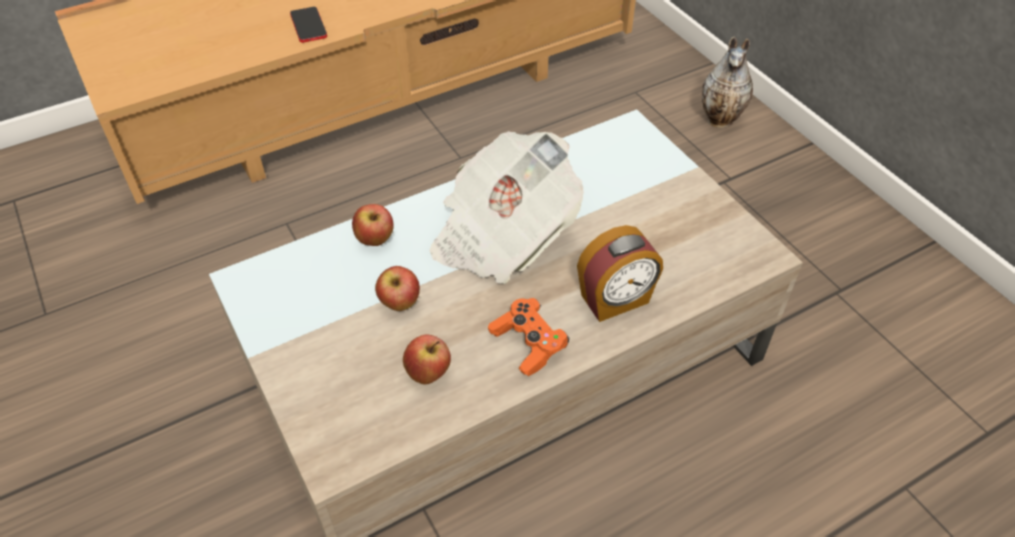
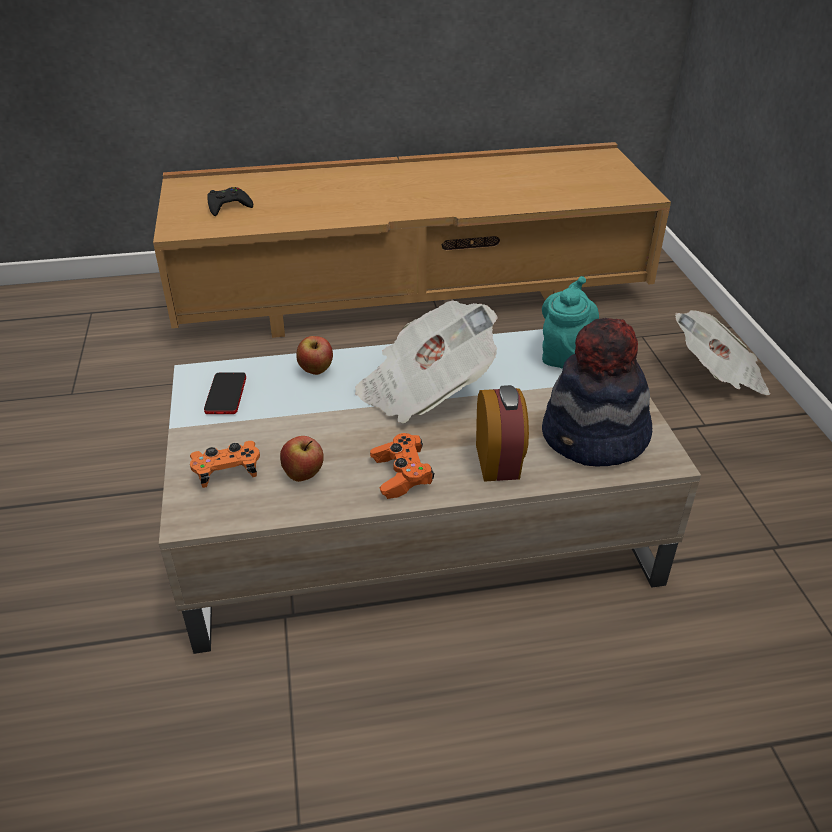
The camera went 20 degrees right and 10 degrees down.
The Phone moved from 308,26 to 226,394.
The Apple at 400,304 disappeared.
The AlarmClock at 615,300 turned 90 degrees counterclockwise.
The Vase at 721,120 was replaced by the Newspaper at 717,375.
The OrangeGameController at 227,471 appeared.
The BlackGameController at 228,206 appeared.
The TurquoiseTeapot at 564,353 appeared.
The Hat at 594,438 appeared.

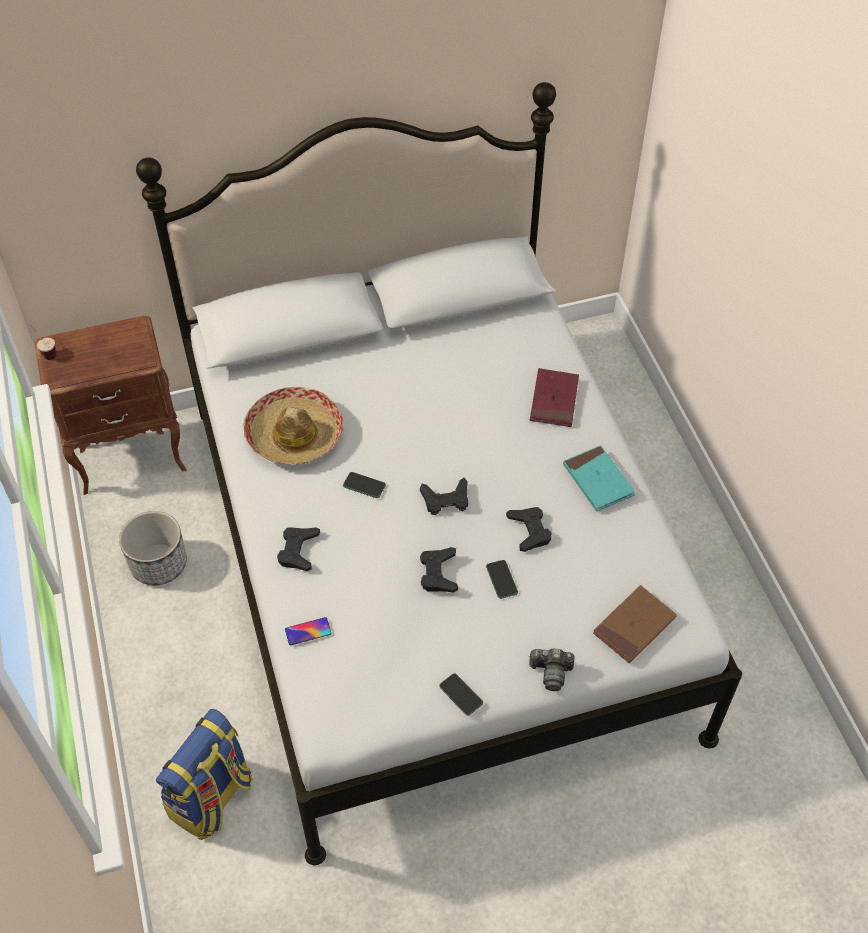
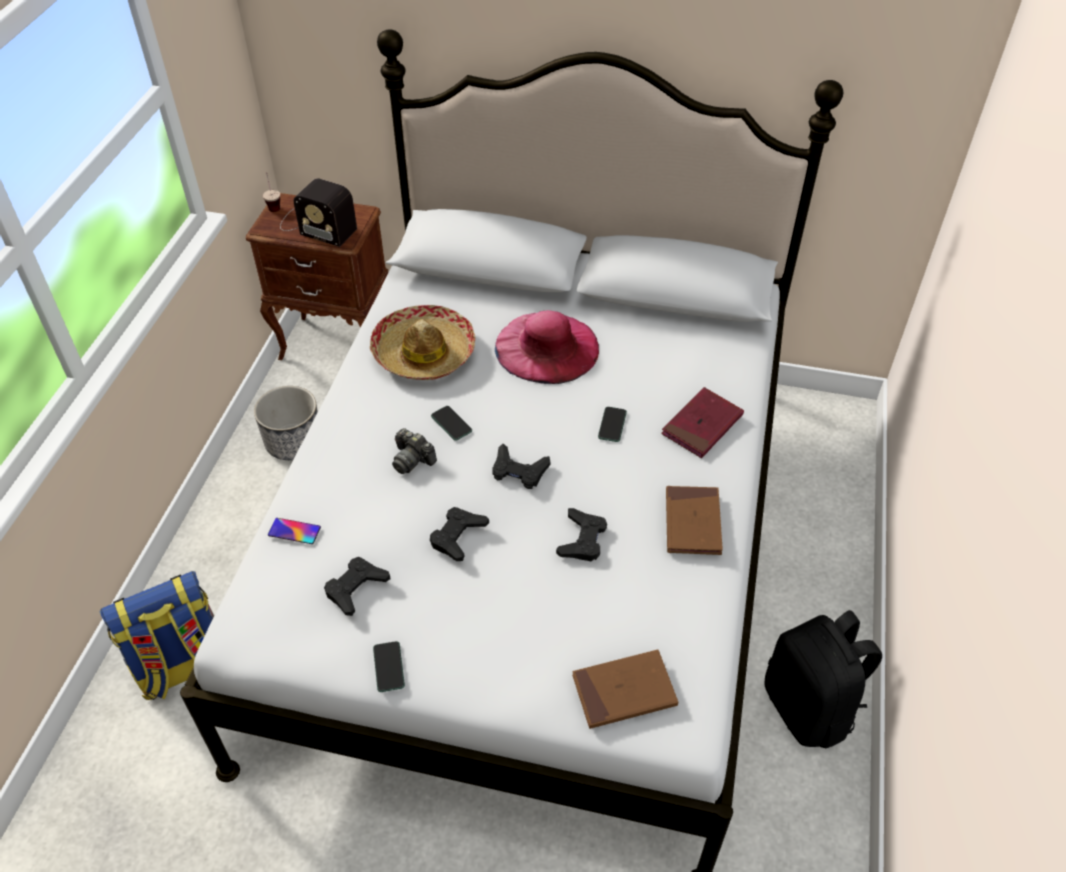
The camera went 30 degrees right and 5 degrees down.
The BlackGameController moved from 298,550 to 356,588.
The Phone moved from 501,579 to 612,425.
The PhotoCamera moved from 551,672 to 412,459.
The TurquoiseBook at 598,480 became the BrownBook at 692,523.
The Radio at 316,225 appeared.
The PinkHat at 547,347 appeared.
The BlackBackpack at 809,708 appeared.

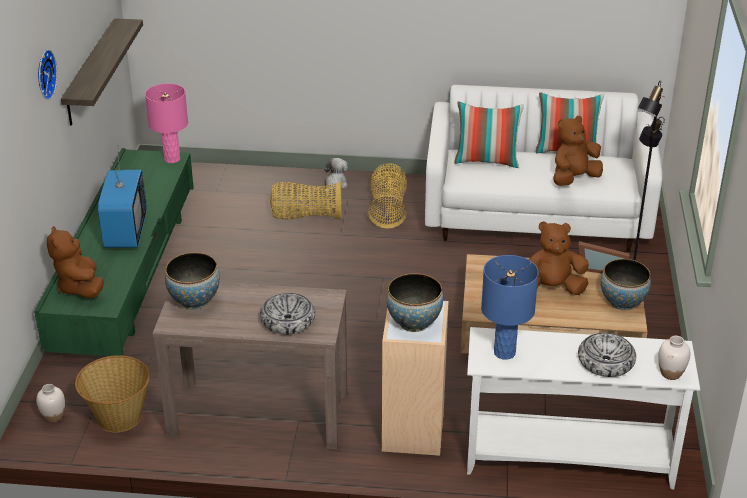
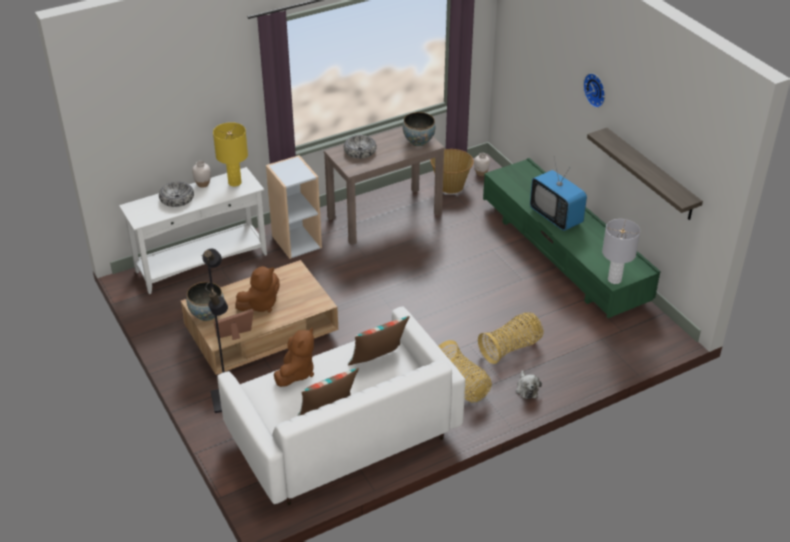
The camera went 145 degrees right and 5 degrees up.
The BrownPlushToy at 80,287 disappeared.
The PinkTableLamp at 172,159 became the GreyTableLamp at 614,280.
The Bowl at 414,323 disappeared.
The BlueTableLamp at 504,352 became the YellowTableLamp at 234,183.
The WhiteVase moved from 671,374 to 203,184.

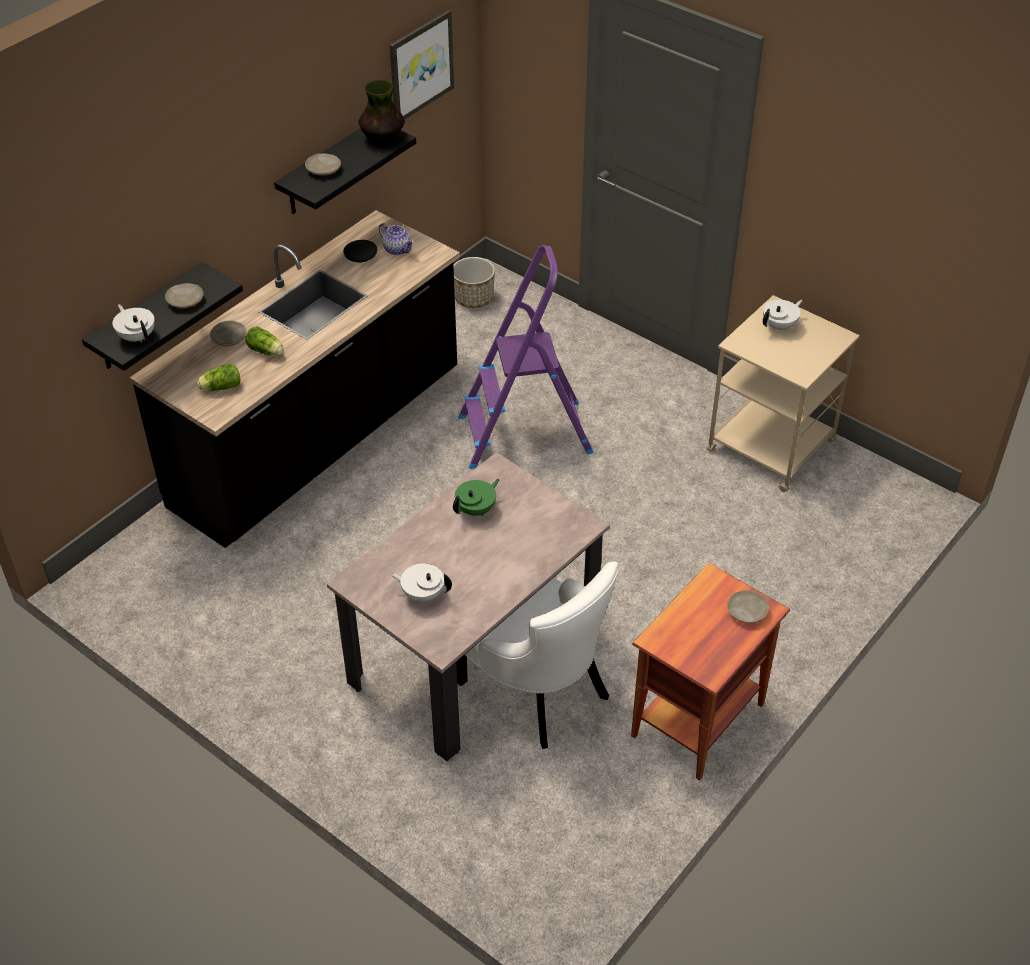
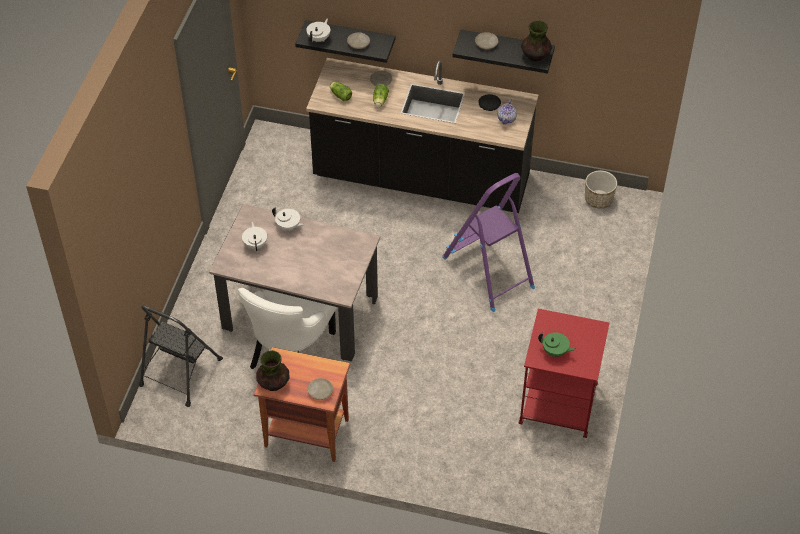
The camera went 65 degrees right and 5 degrees up.
The Picture at 420,66 disappeared.
The GreenTeapot moved from 476,509 to 555,352.
The BeigeCart at 772,447 became the RedCart at 558,405.
The WhiteTeapot moved from 780,326 to 288,227.
The BlackStepLadder at 179,373 appeared.
The Vase at 273,383 appeared.

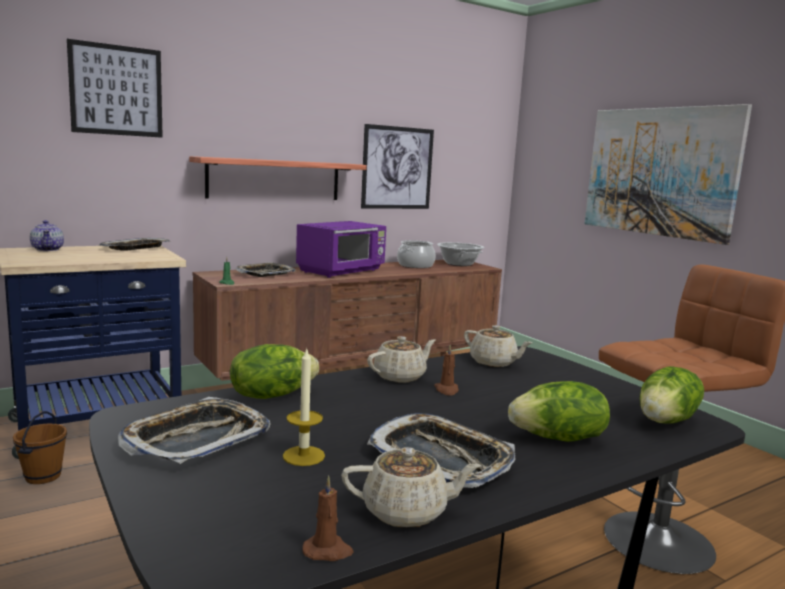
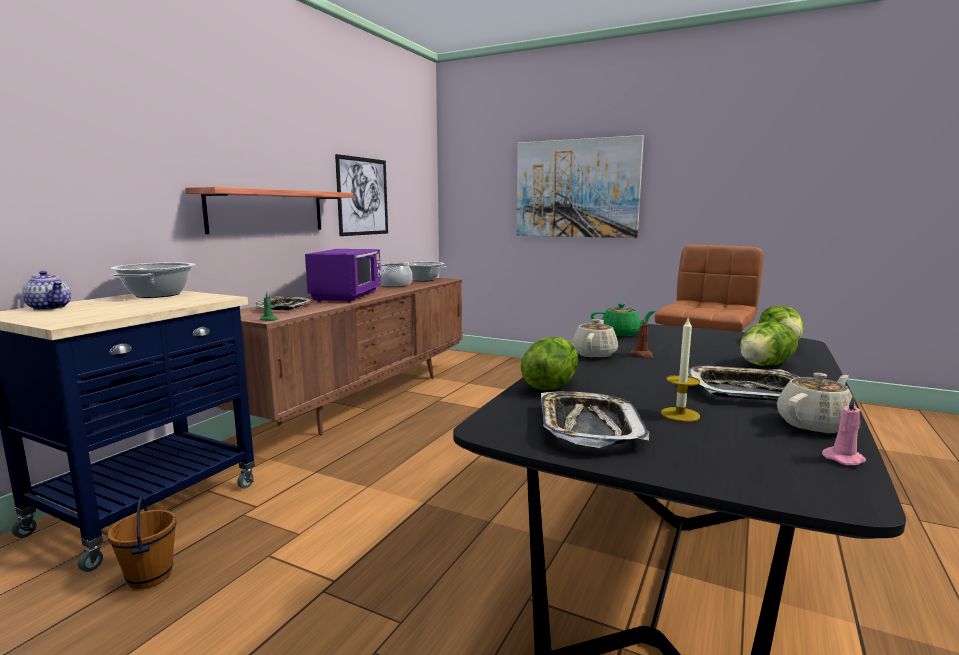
The camera went 30 degrees left and 0 degrees up.
The Picture at 116,90 disappeared.
The Tray at 136,248 was replaced by the CookingPot at 158,295.
The BrownCandle at 328,551 became the PinkCandle at 844,458.
The BeigeTeapot at 494,362 became the GreenTeapot at 621,334.

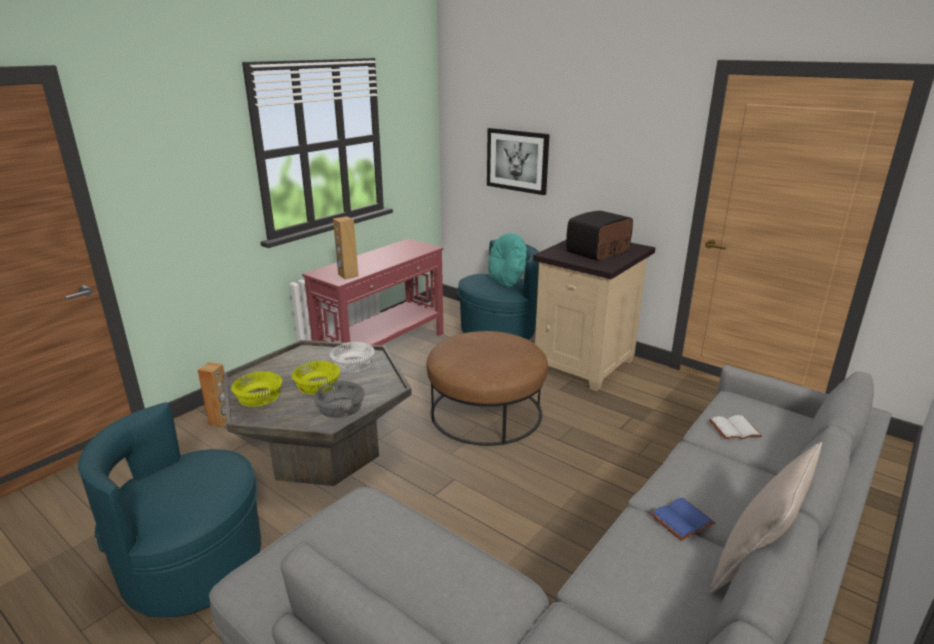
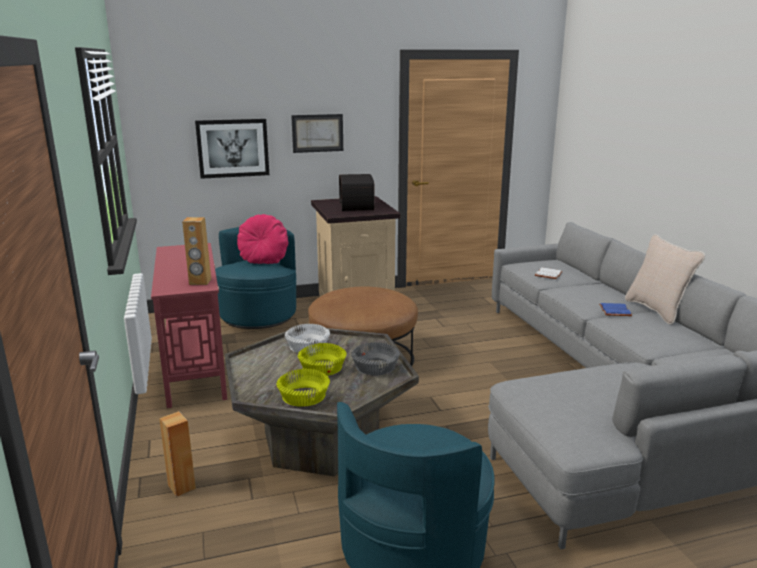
The camera went 55 degrees left and 5 degrees down.
The TurquoisePillow at 506,282 became the PinkPillow at 264,262.
The Picture at 317,133 appeared.

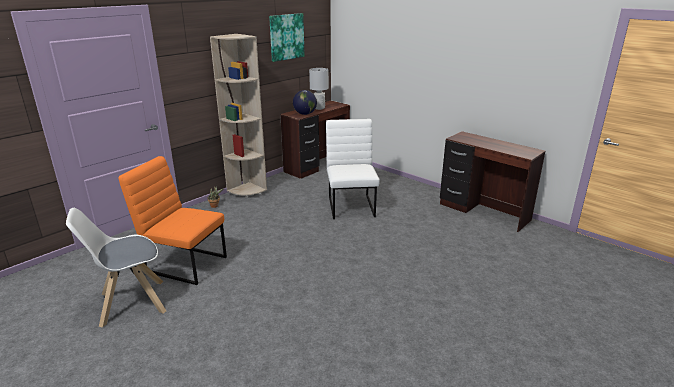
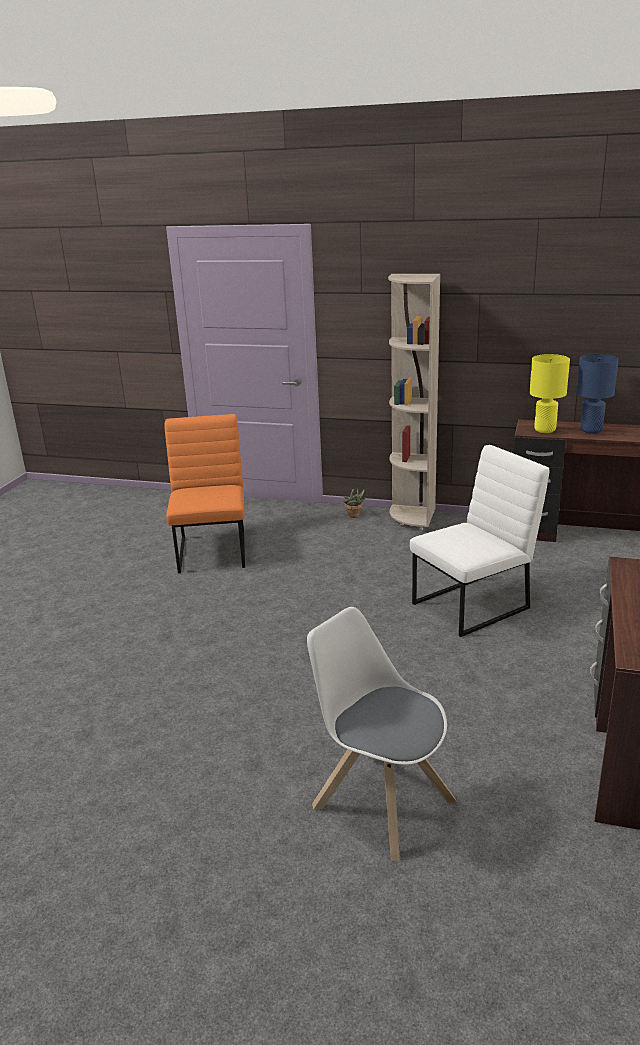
The camera went 65 degrees right and 0 degrees up.
The Chair moved from 130,303 to 380,801.
The Picture at 286,37 disappeared.
The Globe at 305,114 was replaced by the YellowTableLamp at 545,431.
The GreyTableLamp at 319,109 became the BlueTableLamp at 591,432.

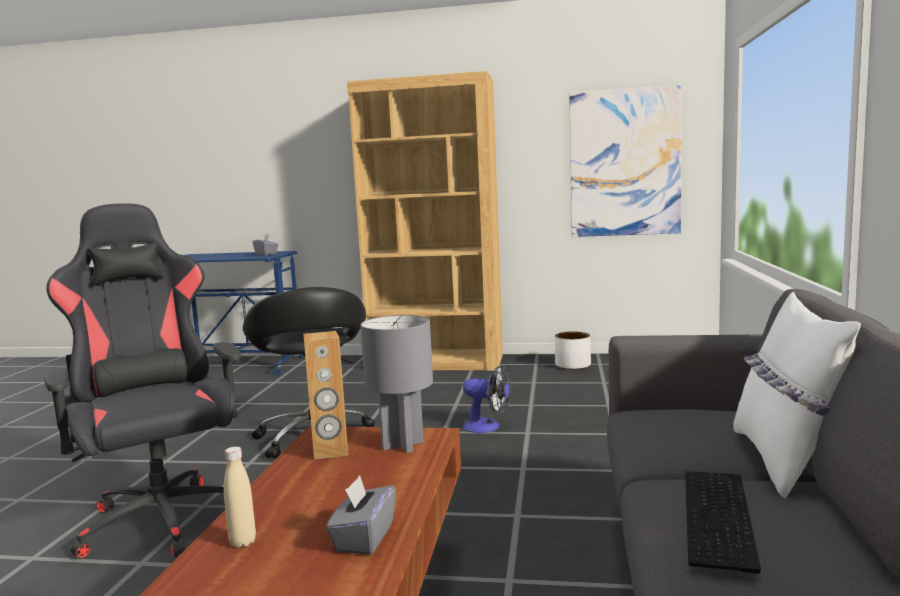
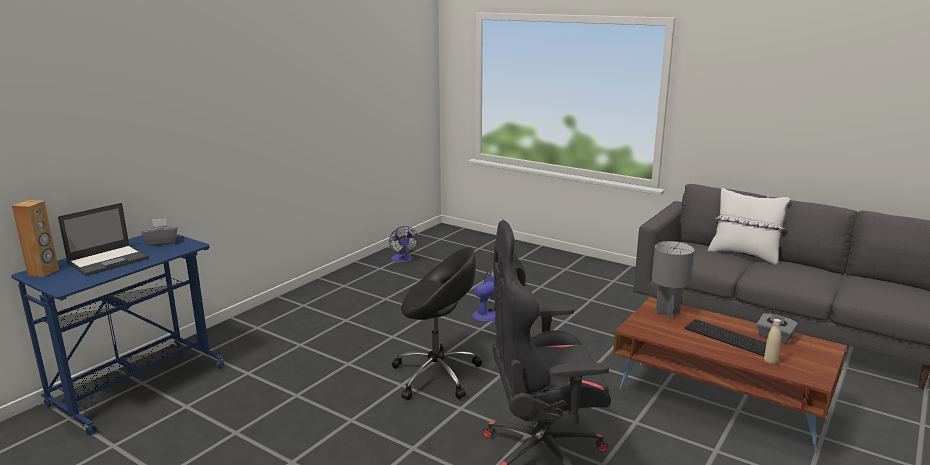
The camera went 65 degrees left and 10 degrees up.
The BrownSpeaker moved from 330,451 to 44,272.
The BrownBookcase at 437,363 disappeared.
The WhitePlanter at 573,365 was replaced by the Fan at 403,260.
The Picture at 625,163 disappeared.
The Keyboard moved from 721,518 to 729,337.
The Laptop at 109,260 appeared.

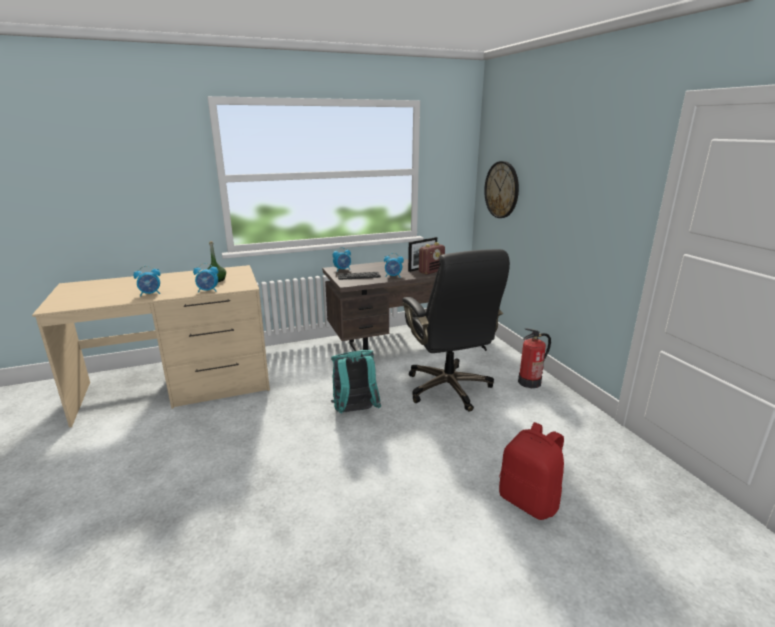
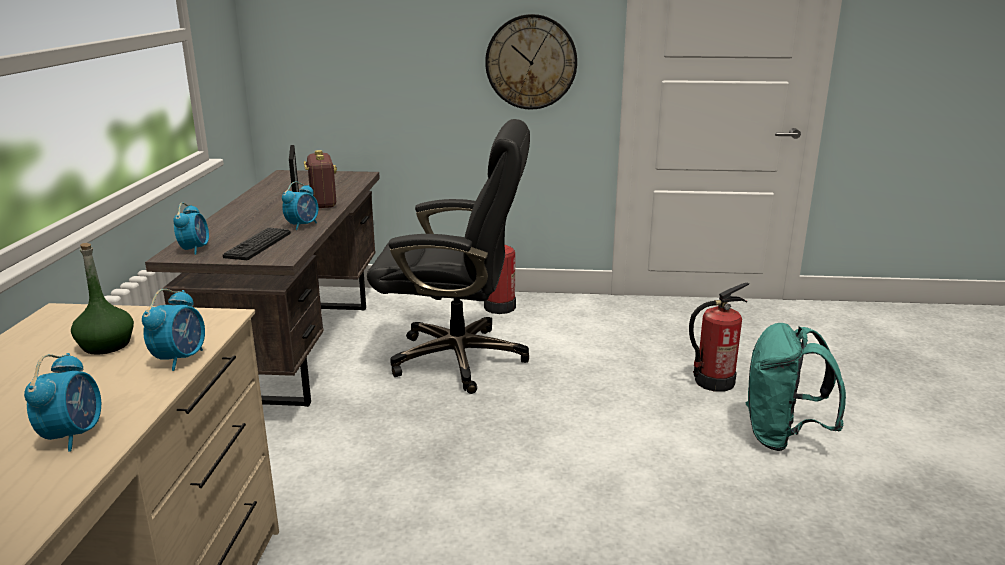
The camera went 65 degrees left and 0 degrees up.
The TurquoiseBackpack moved from 355,412 to 782,436.
The WallClock moved from 502,190 to 531,62.
The RedBackpack at 529,501 was replaced by the FireExtinguisher at 713,382.

